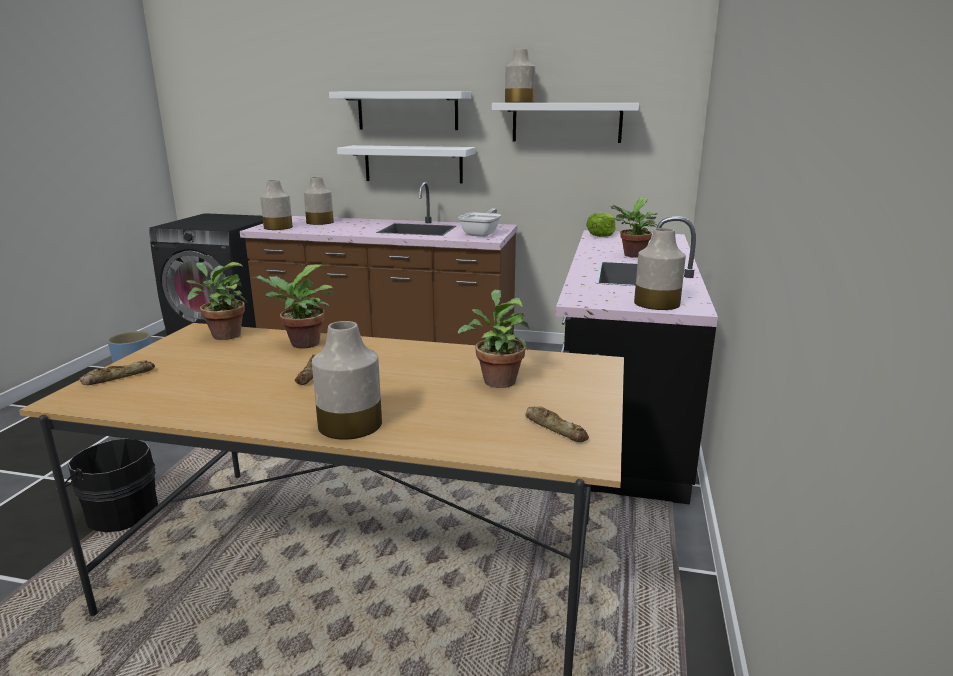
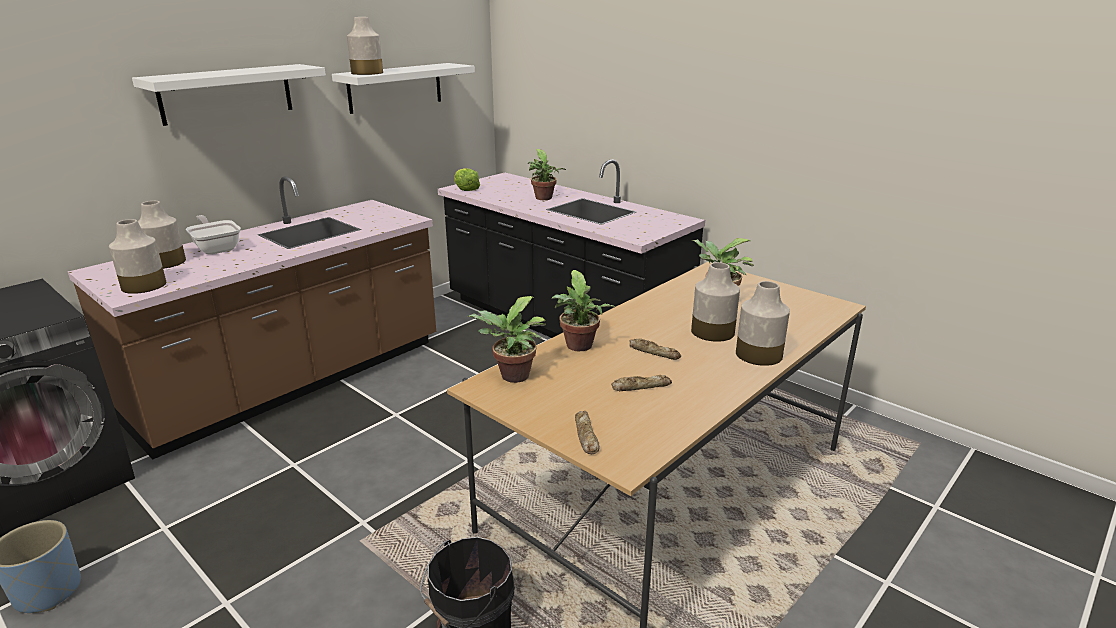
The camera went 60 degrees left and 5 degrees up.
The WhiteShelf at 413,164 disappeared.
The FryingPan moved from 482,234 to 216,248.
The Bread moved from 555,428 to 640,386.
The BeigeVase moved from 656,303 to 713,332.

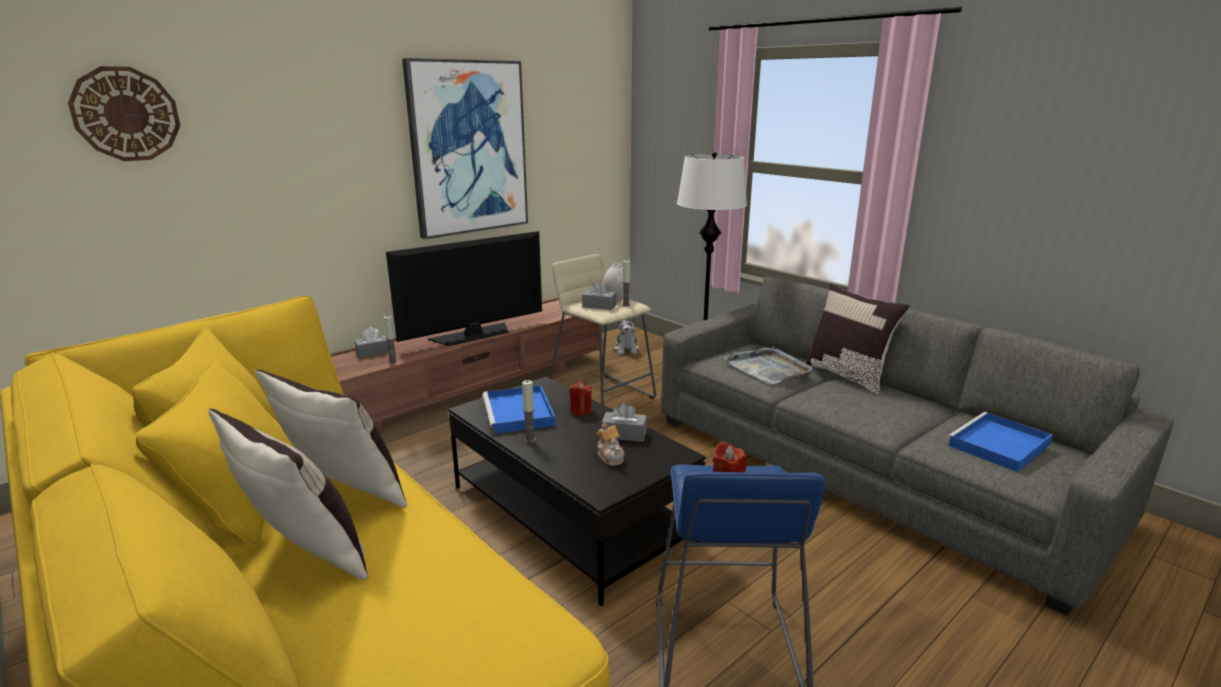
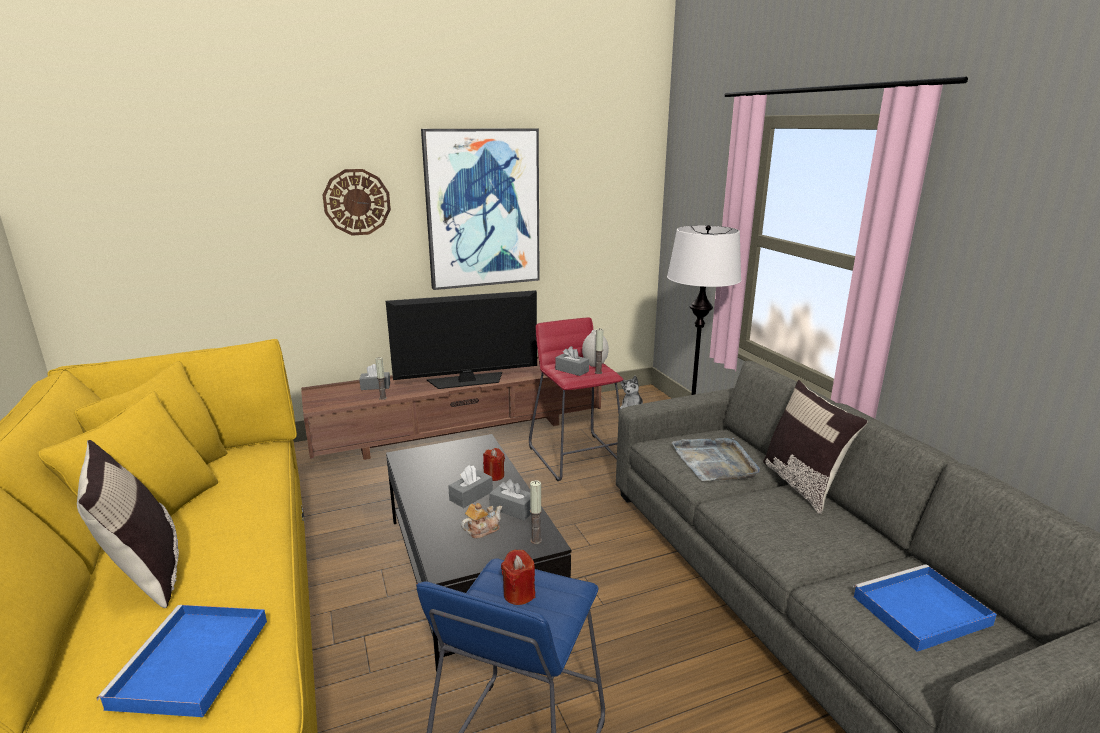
The camera went 20 degrees right and 0 degrees up.
The WallClock moved from 126,114 to 357,202.
The Pillow at 343,496 disappeared.
The BlueTray moved from 519,413 to 190,664.
The Candle moved from 530,439 to 536,540.
The BeigeStool at 602,396 became the RedStool at 576,456.
The Teapot at 610,456 turned 120 degrees counterclockwise.
The GreyTissueBox at 471,496 appeared.

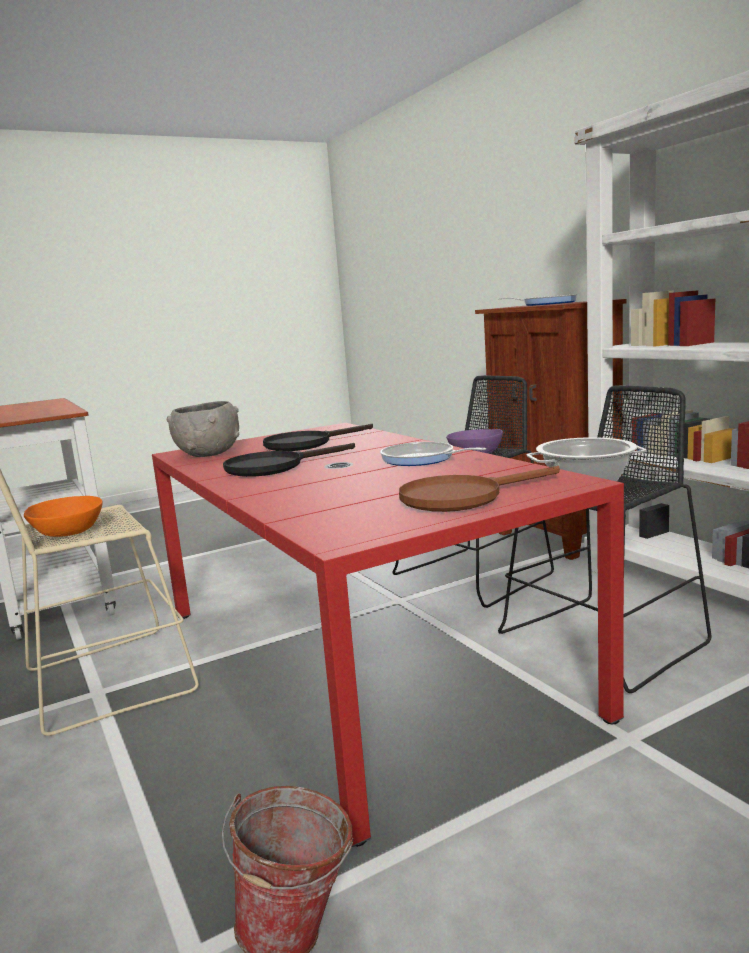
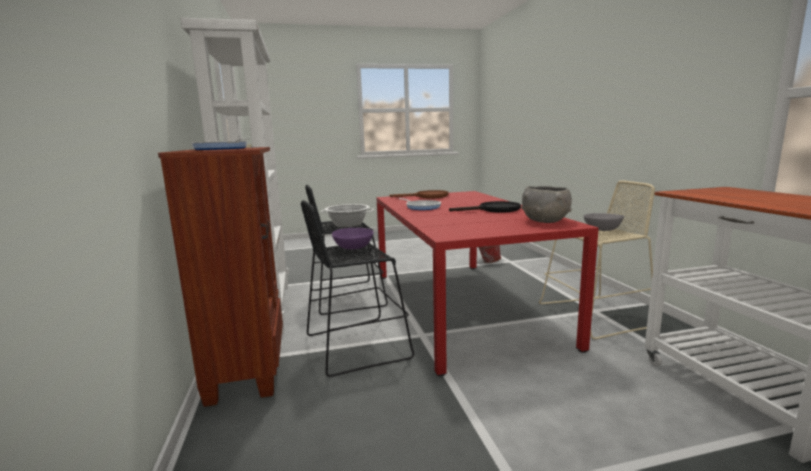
The camera went 165 degrees left and 0 degrees up.
The OrangeBowl at 69,532 became the GreyBowl at 602,229.
The BlackFryingPan at 306,443 disappeared.

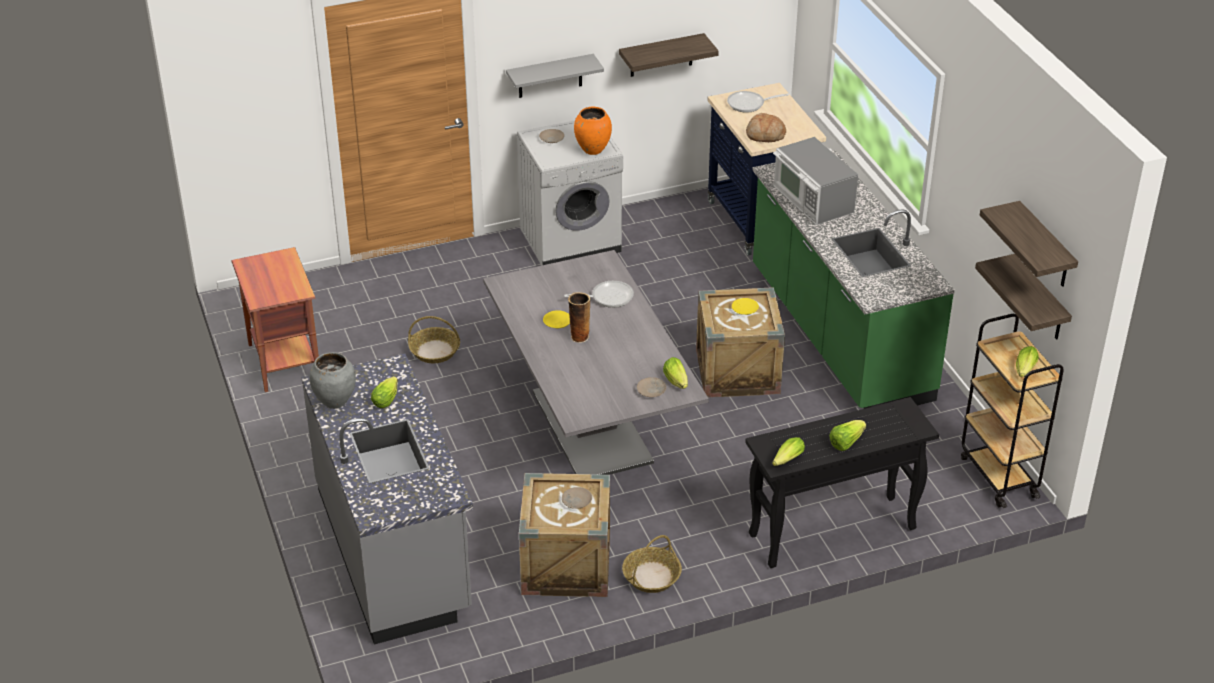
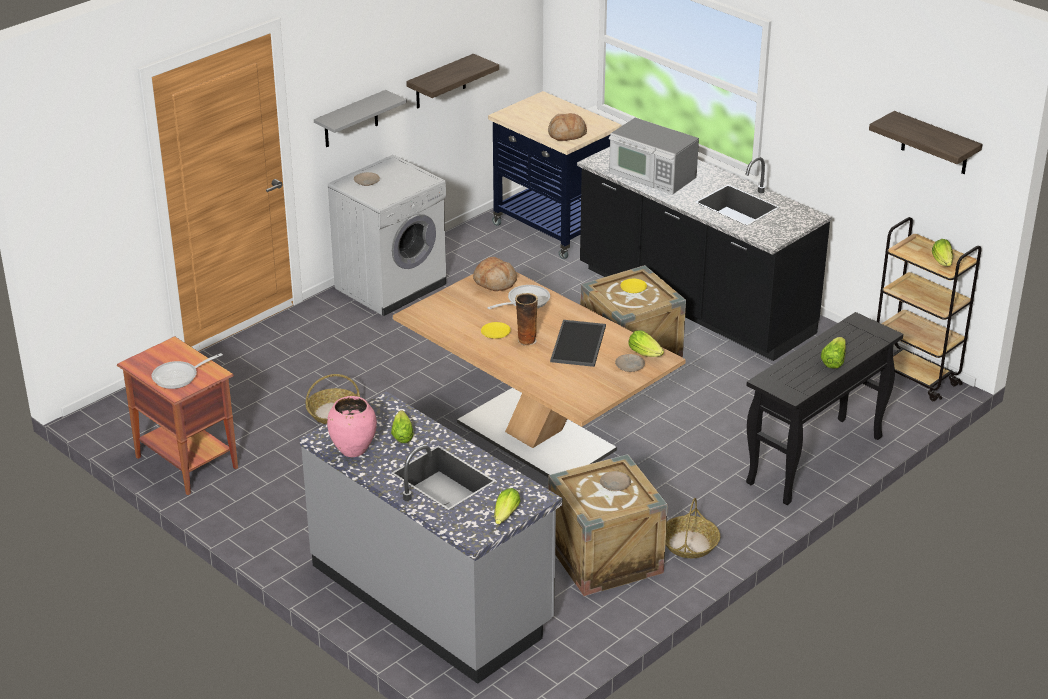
The camera went 25 degrees left and 5 degrees down.
The GreyVase at 335,401 became the PinkVase at 353,450.
The GreyDiningTable at 592,427 became the BrownDiningTable at 535,436.
The OrangeVase at 592,150 disappeared.
The FryingPan moved from 749,104 to 179,377.
The GreenCounter at 838,335 became the BlackCounter at 694,303.
The Lettuce moved from 786,461 to 505,516.
The Shelf at 1039,300 disappeared.
The Bread at 495,282 appeared.
The Tray at 579,344 appeared.

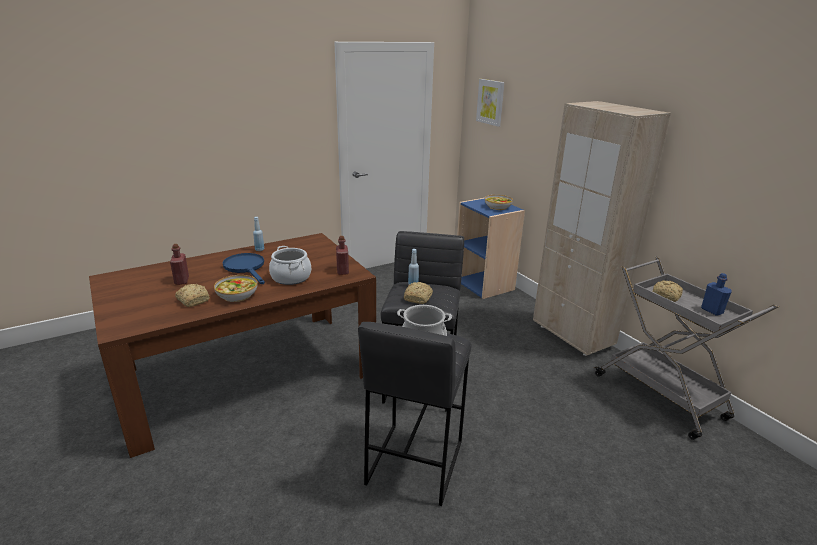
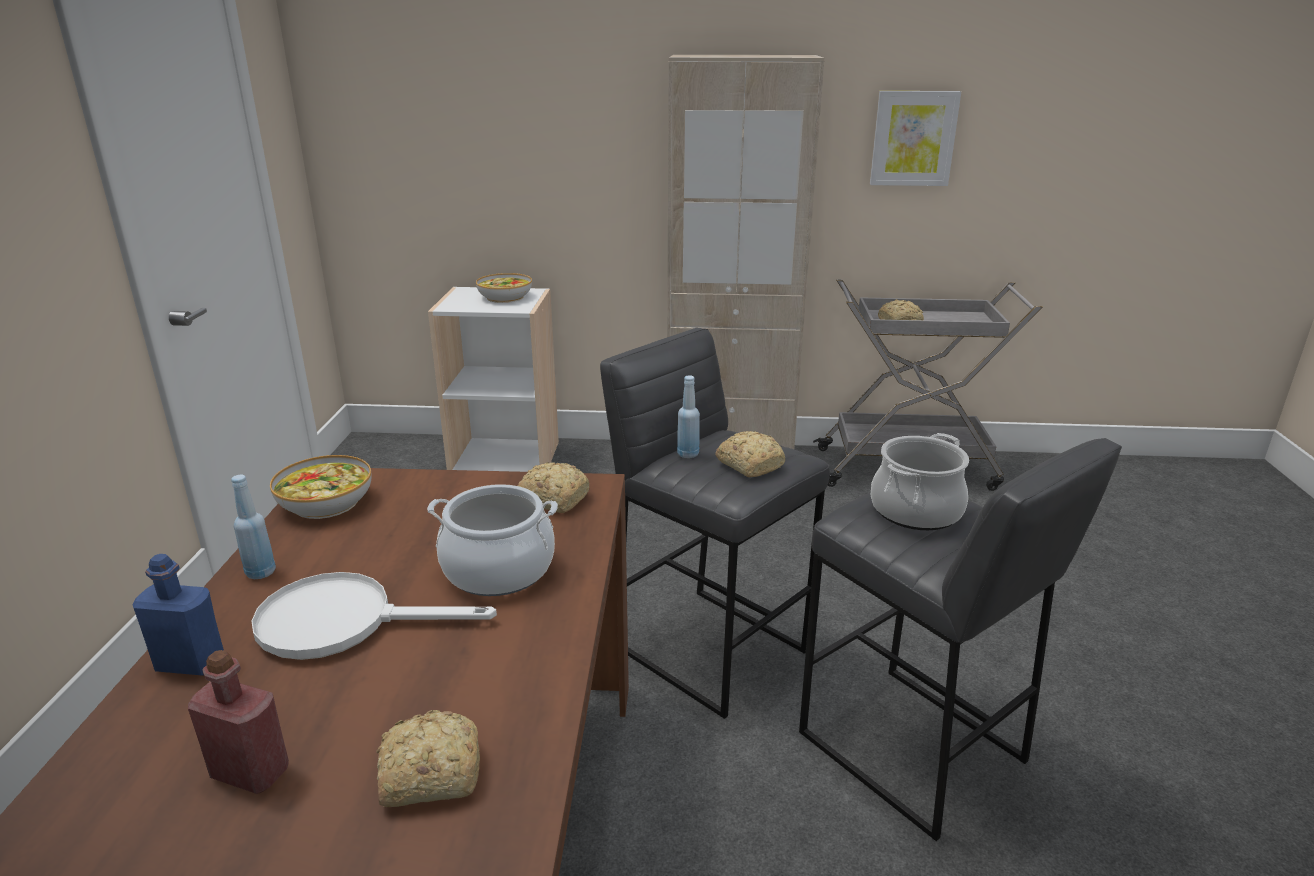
The camera went 55 degrees left and 0 degrees up.
The Bowl moved from 237,295 to 326,502.
The BlueFryingPan at 246,268 became the WhiteFryingPan at 344,622.
The RedBottle at 342,271 was replaced by the Bread at 552,499.
The BlueBookcase at 485,284 became the WhiteBookcase at 506,457.
The Picture moved from 490,102 to 913,138.
The BlueBottle moved from 712,311 to 190,664.

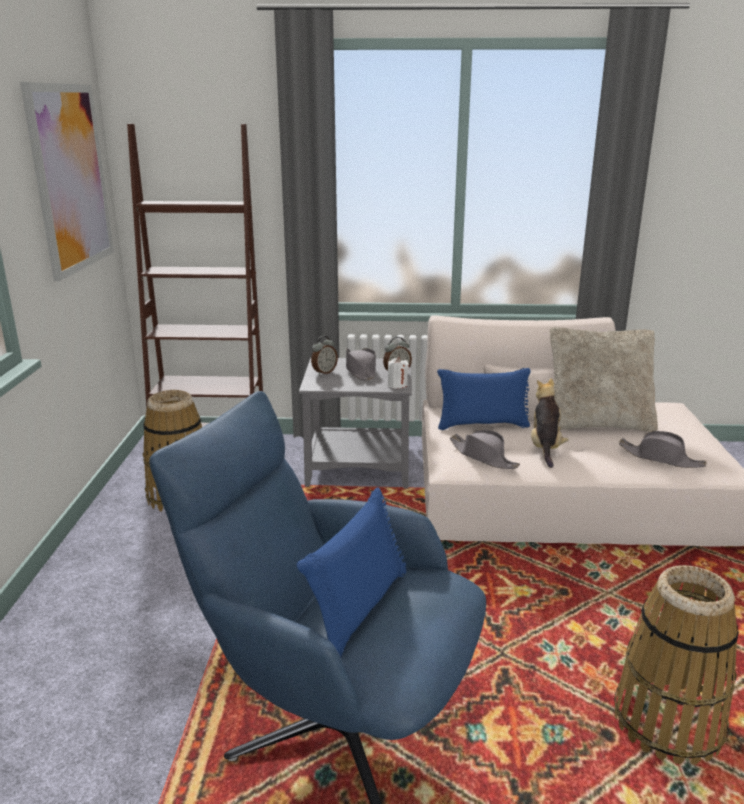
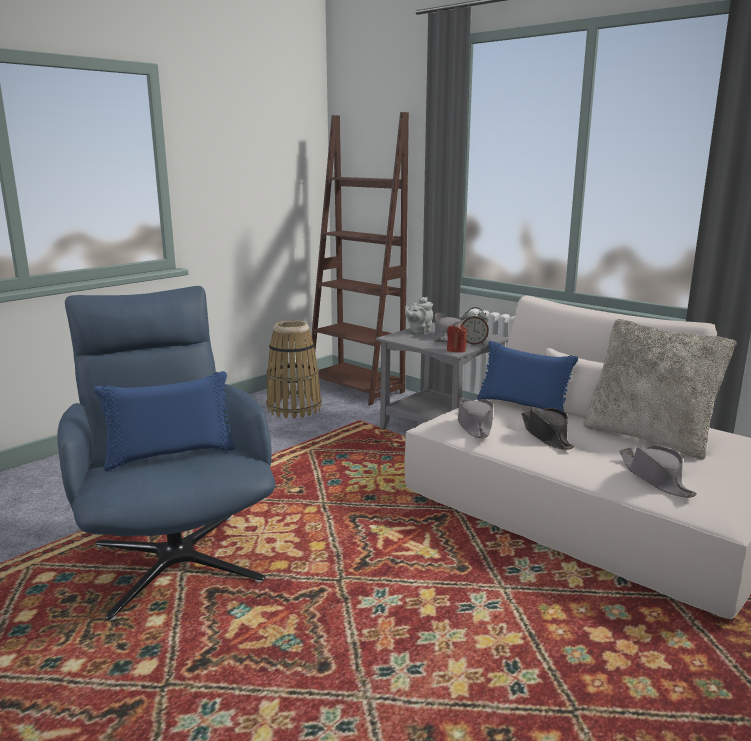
The camera went 40 degrees right and 5 degrees down.
The Picture at 70,178 disappeared.
The AlarmClock at 324,372 was replaced by the GreyTeapot at 418,331.
The WhiteCandle at 397,385 became the RedCandle at 456,350.
The PlushToy at 545,447 was replaced by the BlackHat at 546,436.
The Basket at 667,722 disappeared.

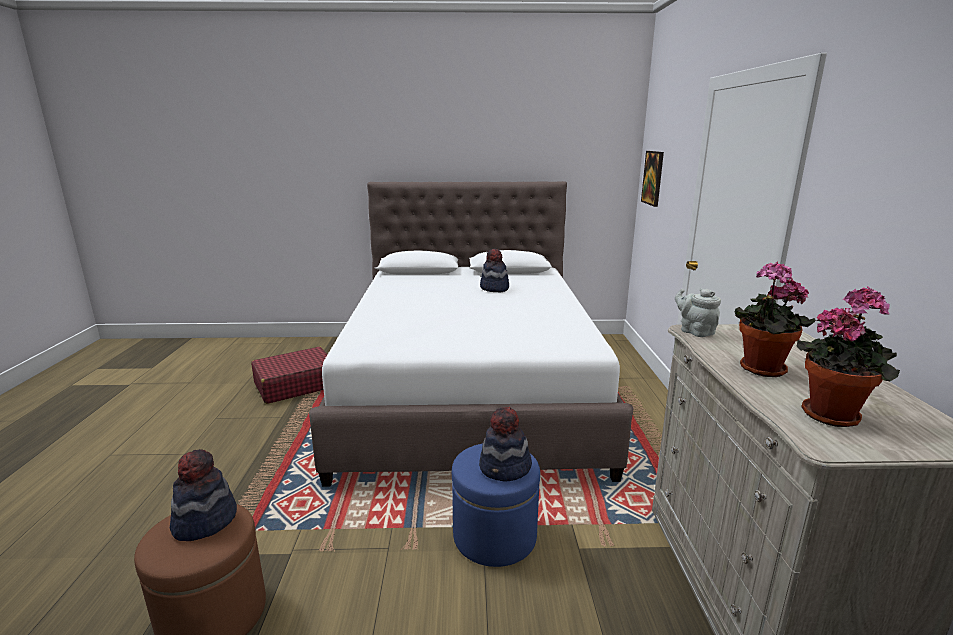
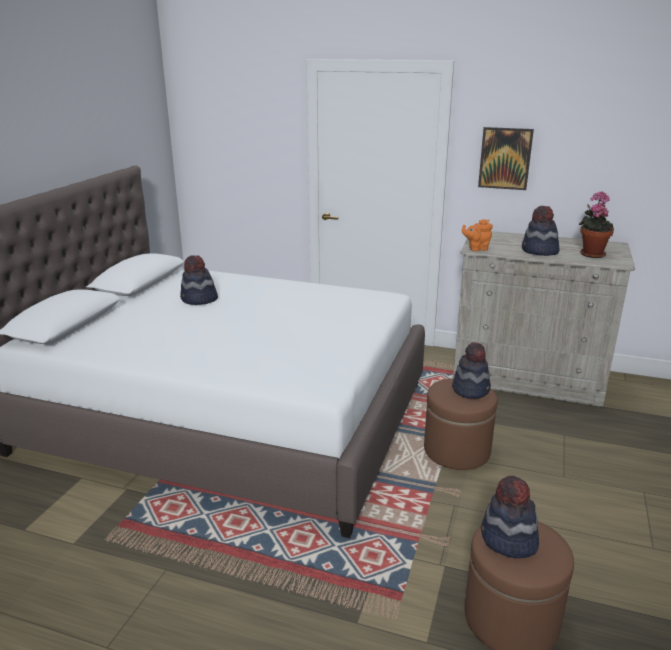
The camera went 70 degrees left and 5 degrees up.
The RedSuitcase at 295,385 disappeared.
The BlueOttoman at 494,536 became the BrownOttoman at 456,450.
The Picture moved from 653,178 to 505,158.
The GreyTeapot at 694,331 became the OrangeTeapot at 476,249.
The PottedPlant at 759,370 was replaced by the Hat at 539,251.

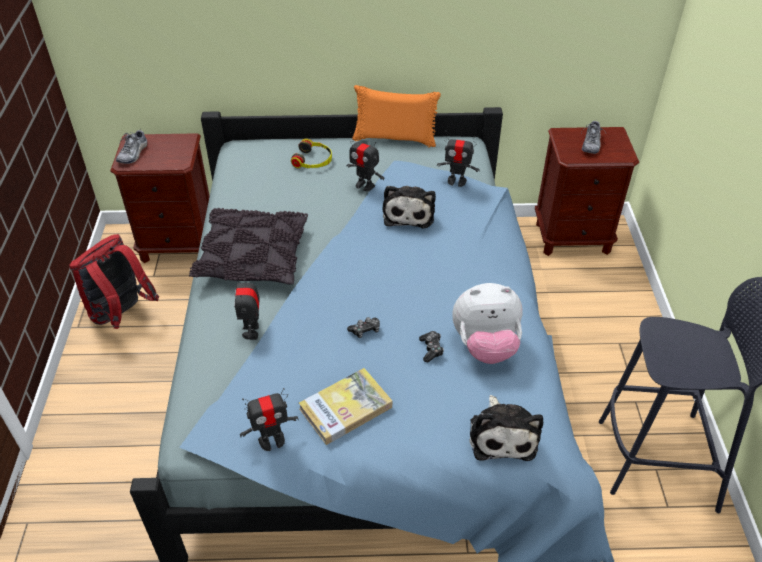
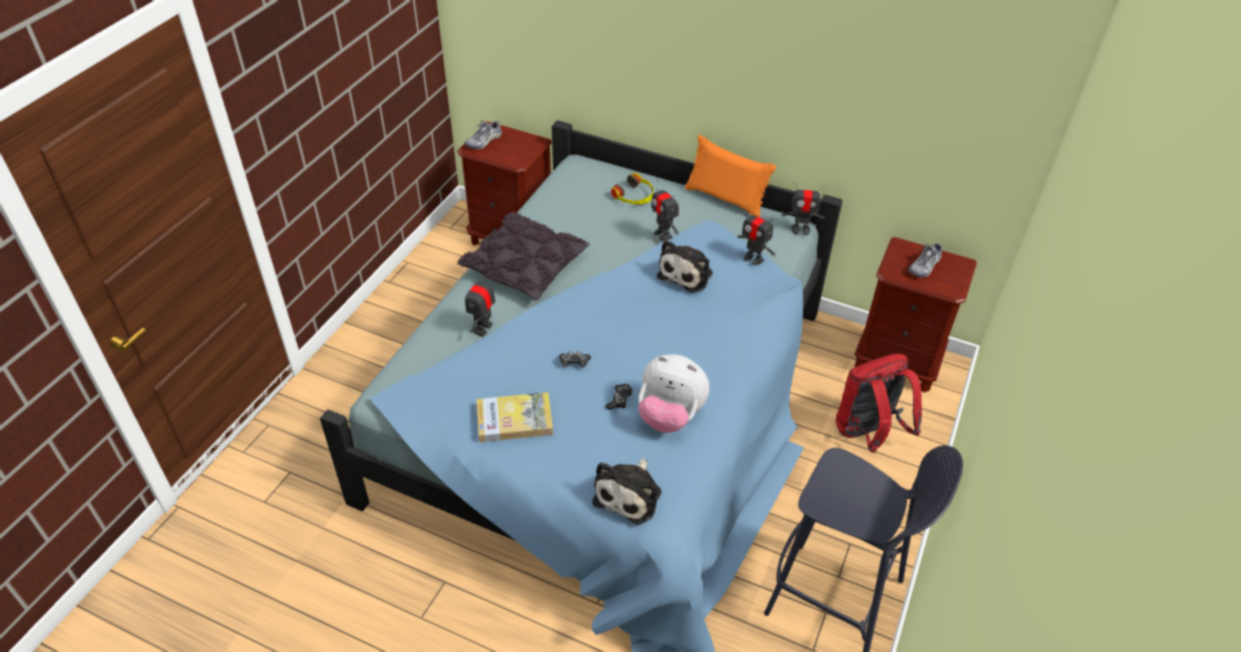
The camera went 25 degrees right and 0 degrees up.
The RedBackpack moved from 121,315 to 867,434.
The ToyRobot moved from 272,440 to 800,230.

